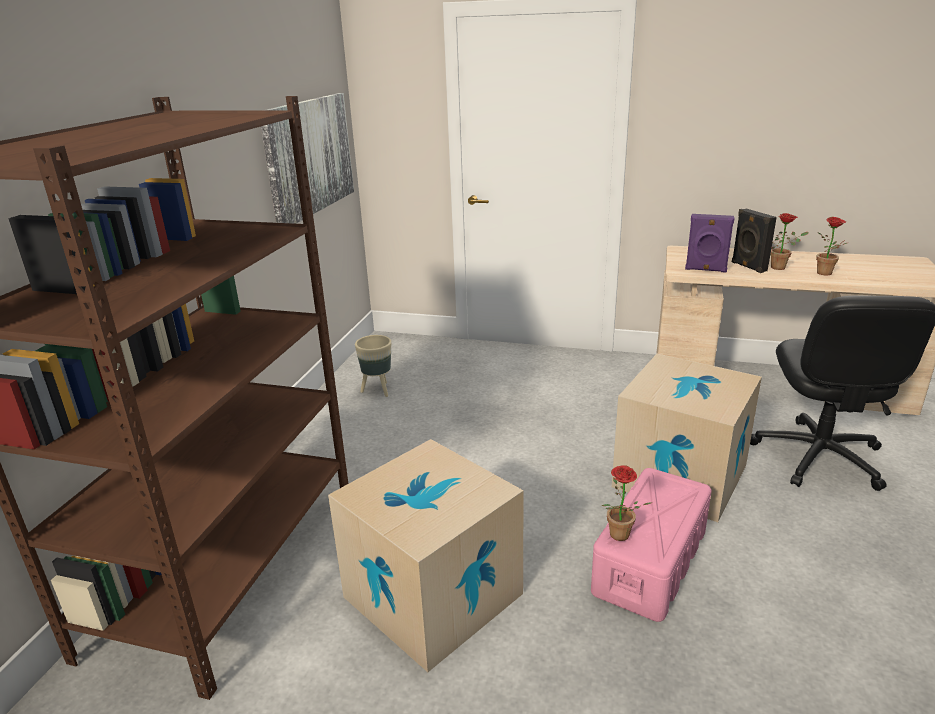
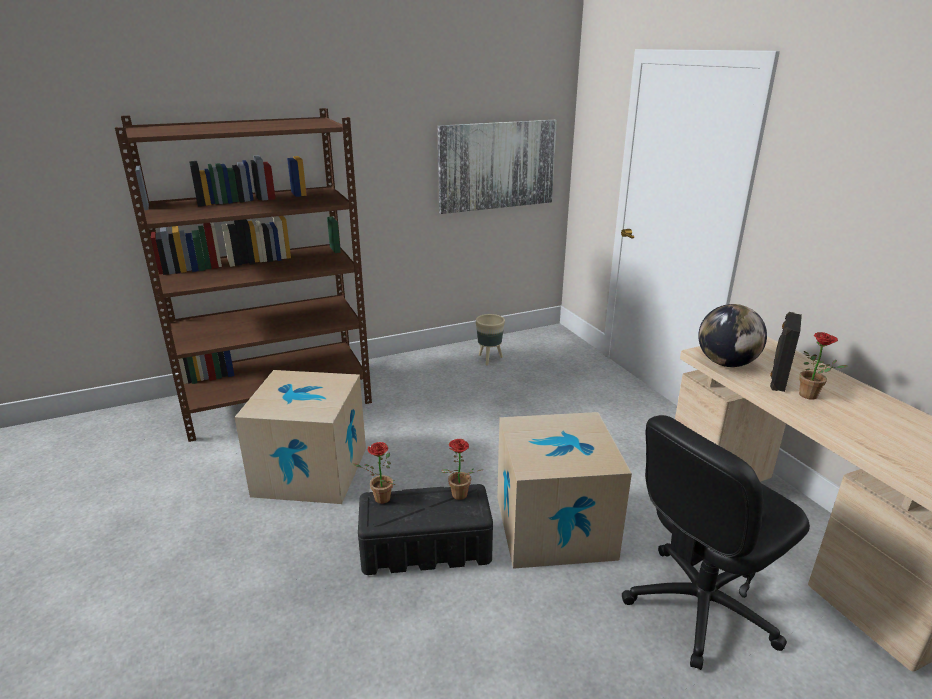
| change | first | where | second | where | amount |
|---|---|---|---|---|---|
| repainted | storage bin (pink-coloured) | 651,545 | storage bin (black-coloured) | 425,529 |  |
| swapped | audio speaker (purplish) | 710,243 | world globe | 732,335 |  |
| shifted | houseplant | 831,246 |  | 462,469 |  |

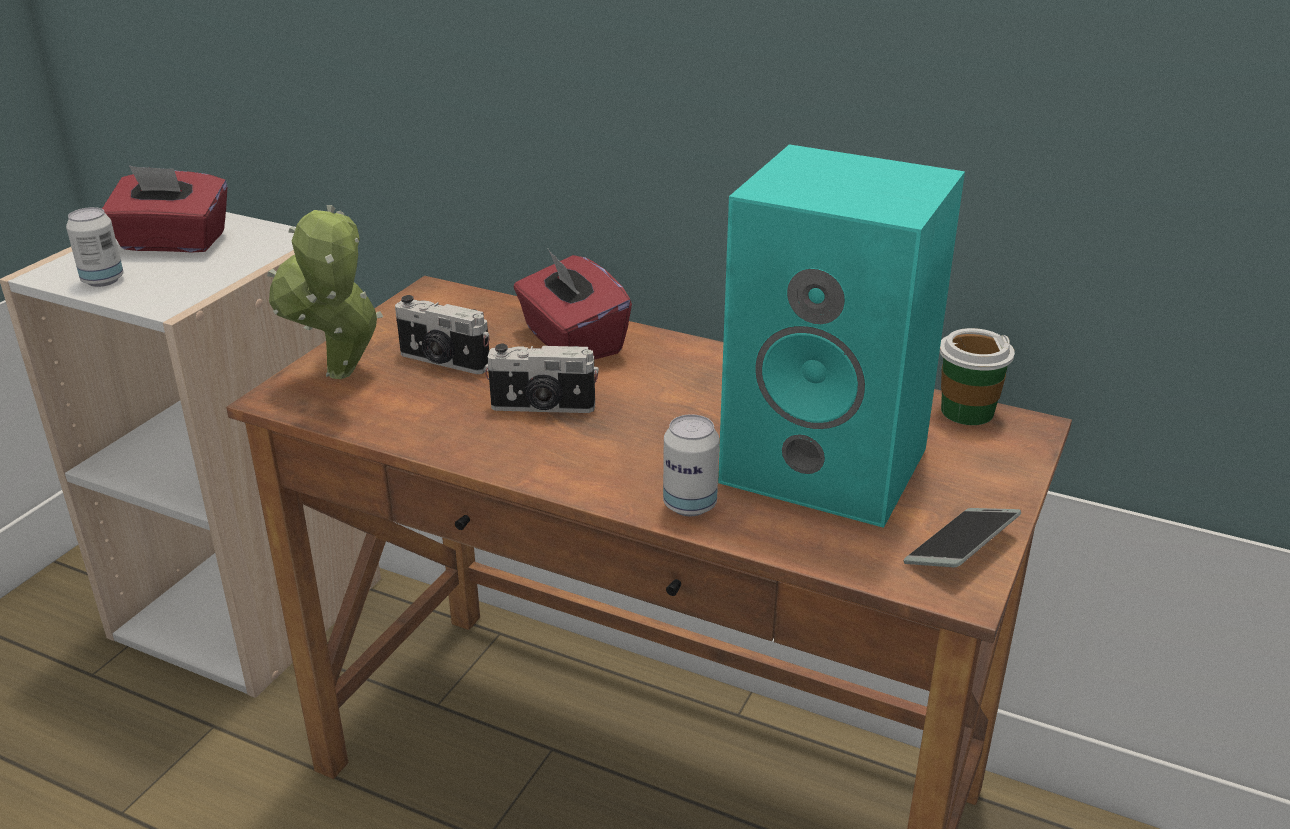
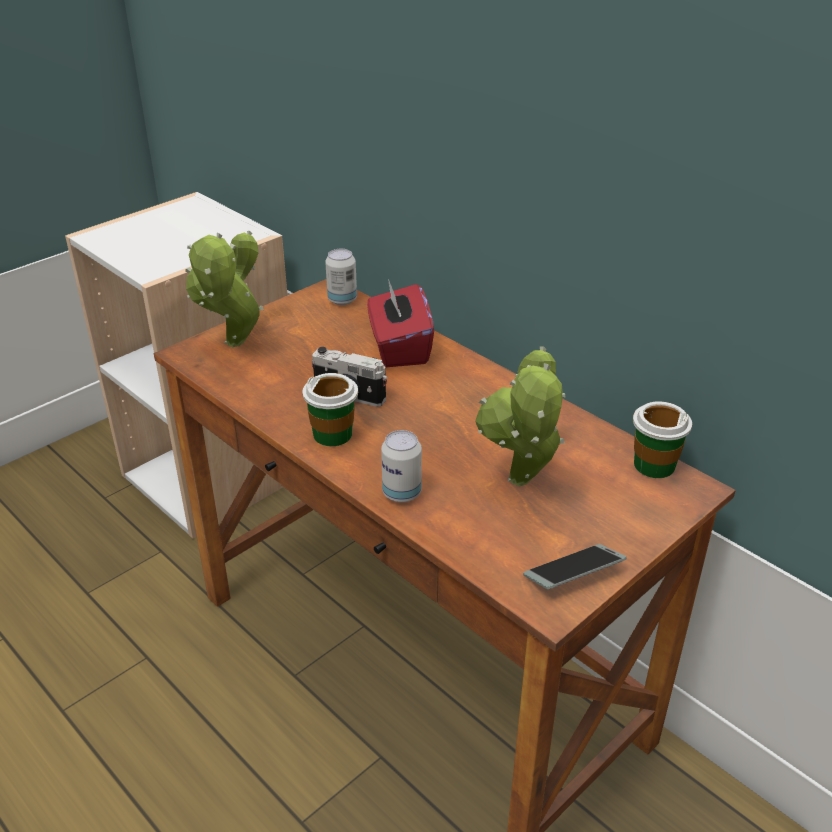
| change | first | where | second | where | amount |
|---|---|---|---|---|---|
| shifted | can | 95,247 |  | 341,277 |  |
| gone | tissue holder (reddish) | 165,209 |  |  |  |
| gone | photo camera | 442,334 |  |  |  |
| swapped | audio speaker (turquoise-coloured) | 841,336 | houseplant | 520,416 |  |
| new |  |  | drinking cup | 330,409 |  |

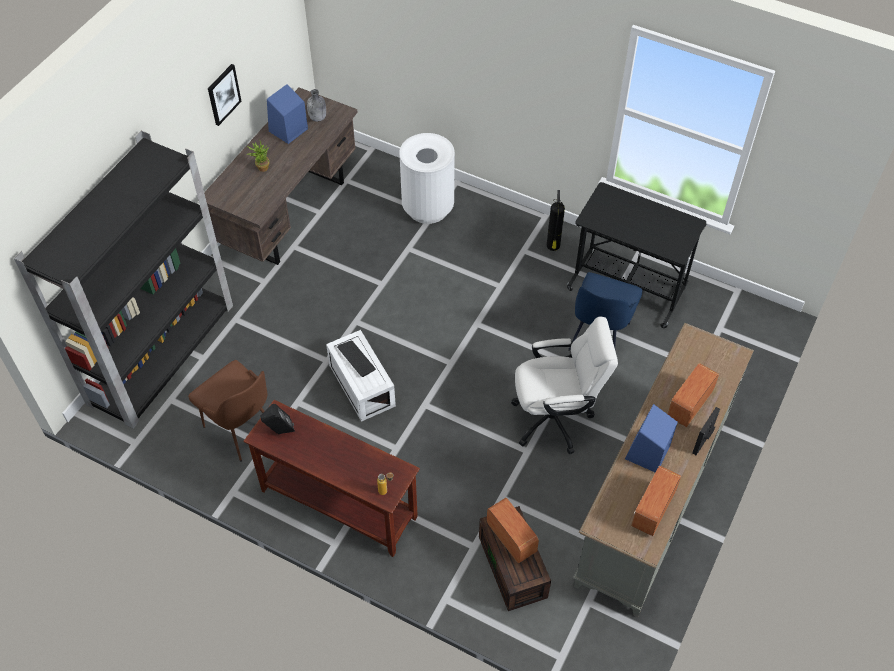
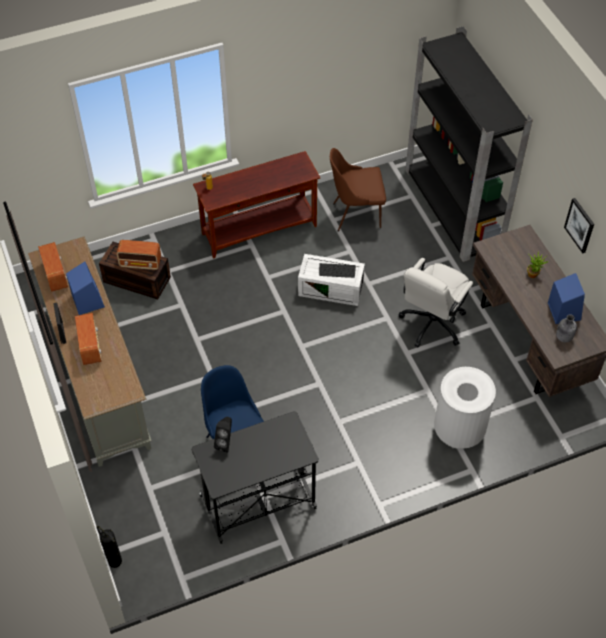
| change | first | where | second | where | amount |
|---|---|---|---|---|---|
| shifted | audio speaker (black-coloured) | 278,419 |  | 223,434 |  |
| shifted | office chair (whitish) | 564,385 |  | 435,302 |  |
| shifted | fire extinguisher | 556,220 |  | 109,547 |  |

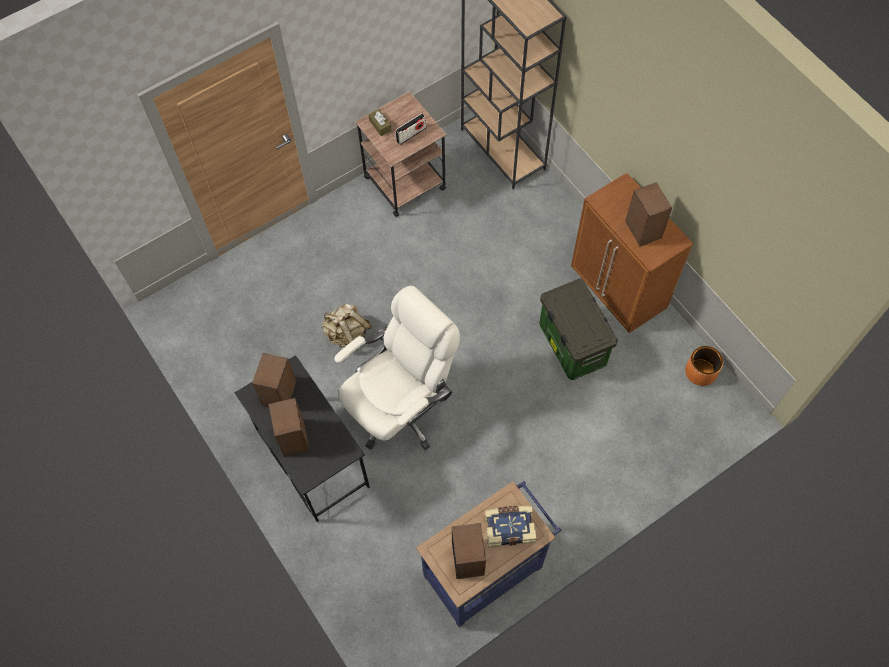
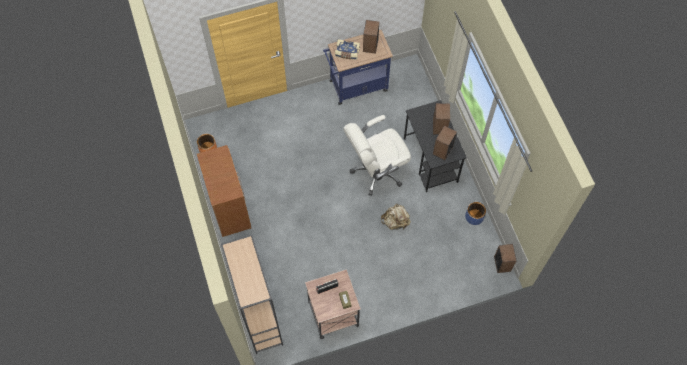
| change | first | where | second | where | amount |
|---|---|---|---|---|---|
| gone | storage bin | 579,329 |  |  |  |
| shifted | audio speaker | 648,214 |  | 505,258 |  |
| new |  |  | flower pot (blue-coloured) | 475,213 |  |

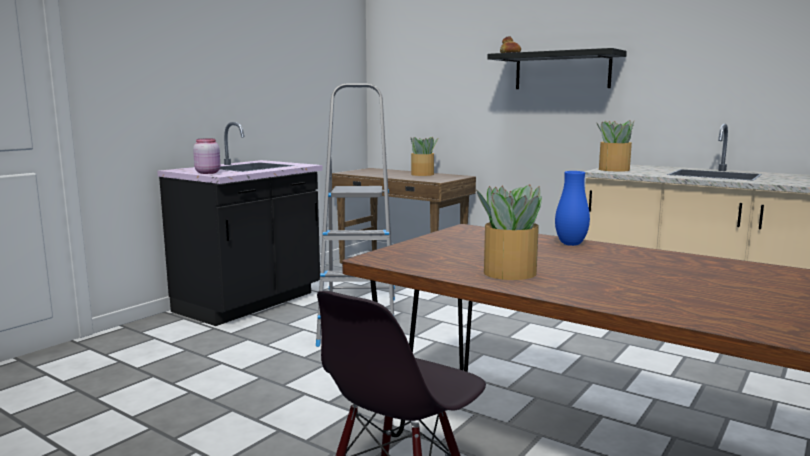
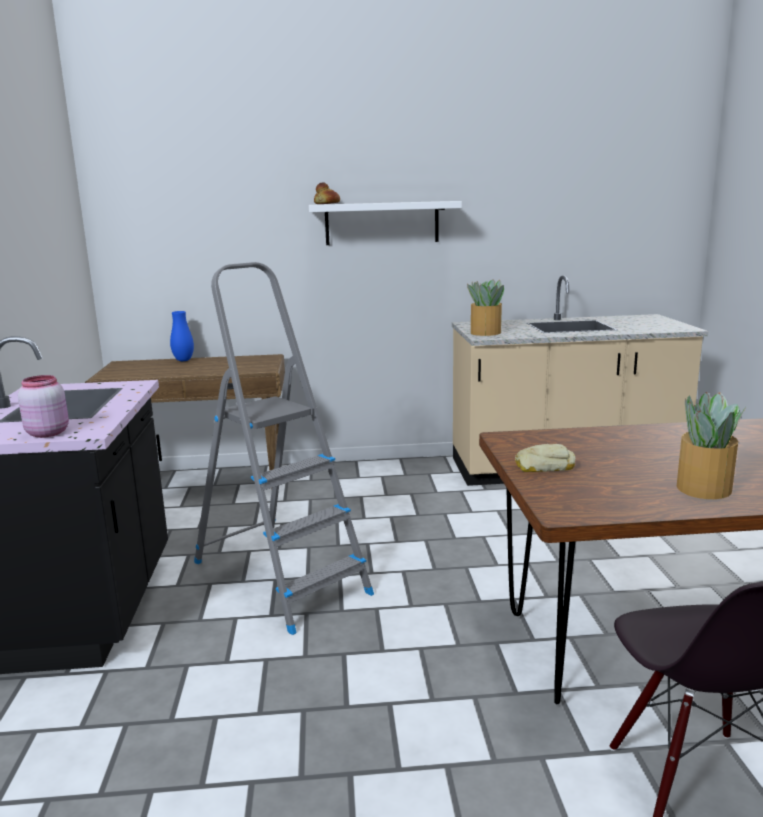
| change | first | where | second | where | amount |
|---|---|---|---|---|---|
| gone | houseplant | 424,156 |  |  |  |
| repainted | bracket shelf (black-coloured) | 557,68 | bracket shelf (whitish) | 385,223 |  |
| shifted | vase (blue-coloured) | 572,208 |  | 182,336 |  |
| new |  |  | bakery bread | 545,458 |  |

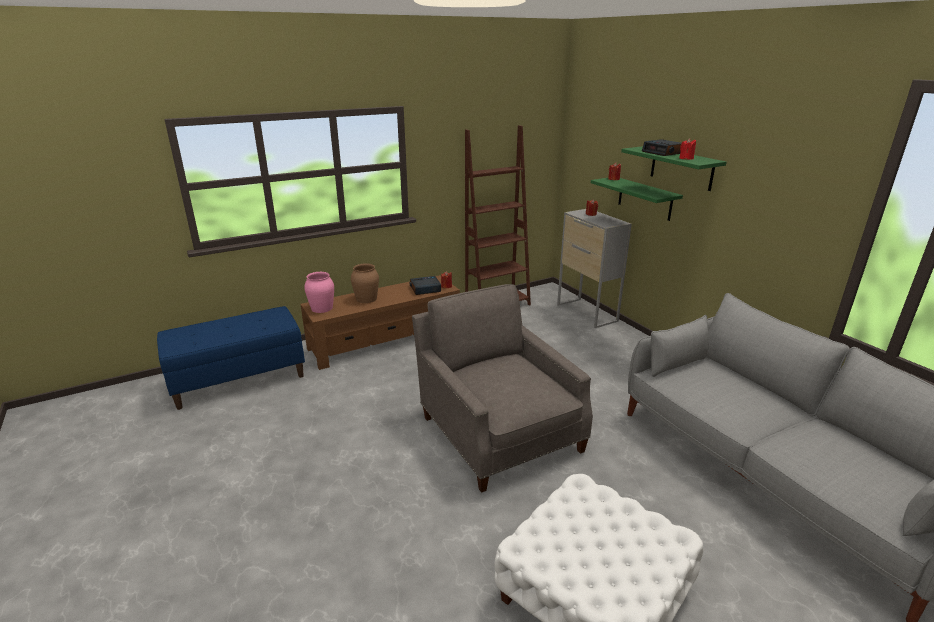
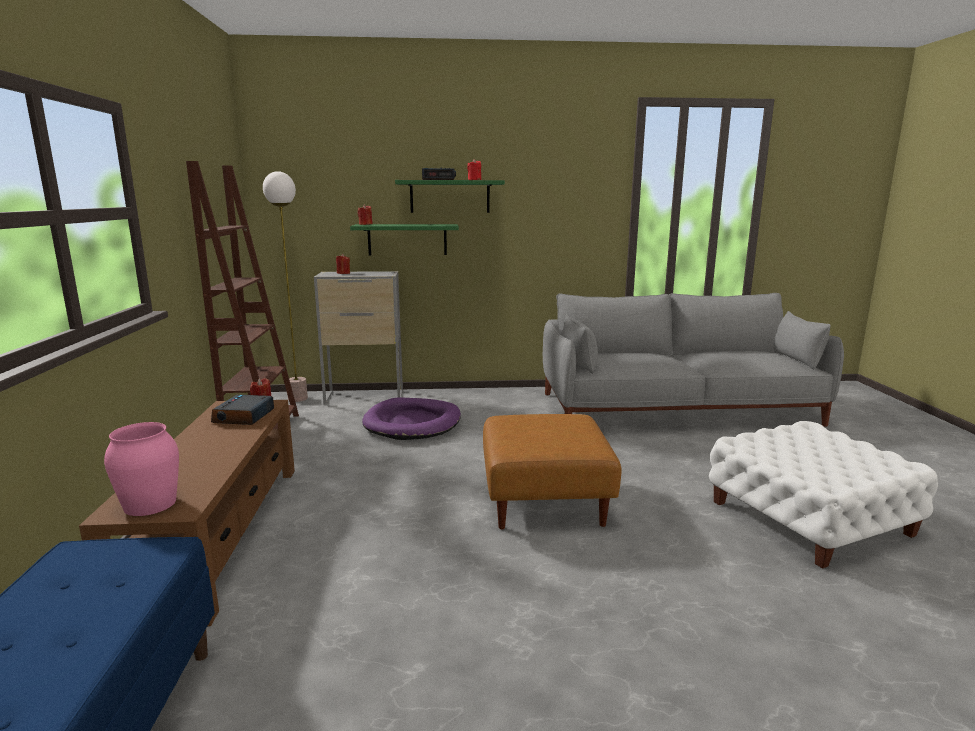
| change | first | where | second | where | amount |
|---|---|---|---|---|---|
| gone | vase (brown) | 365,283 |  |  |  |
| swapped | armchair (gray) | 502,388 | pouffe (brown) | 552,471 |  |
| new |  |  | standard lamp | 285,286 |  |
| new |  |  | pet bed (purplish) | 411,419 |  |

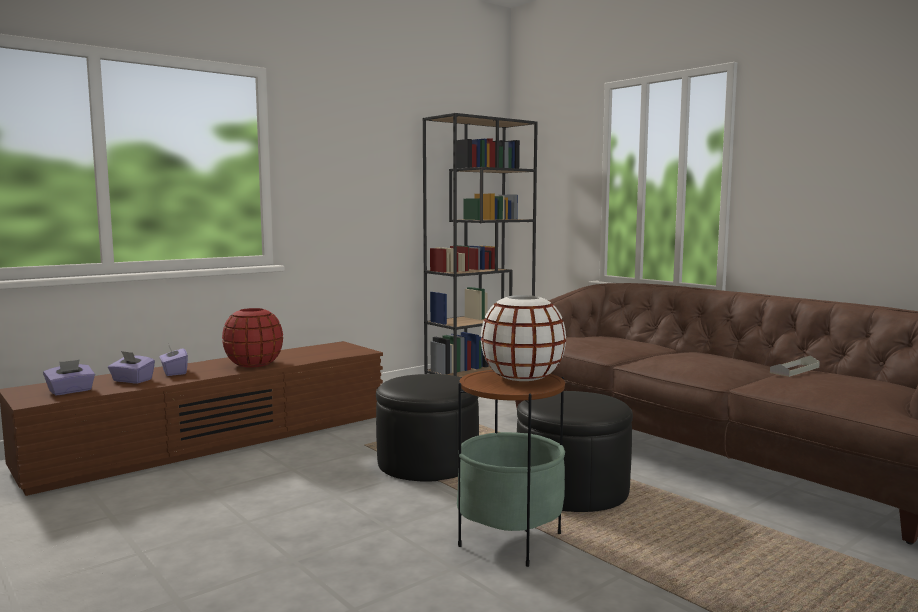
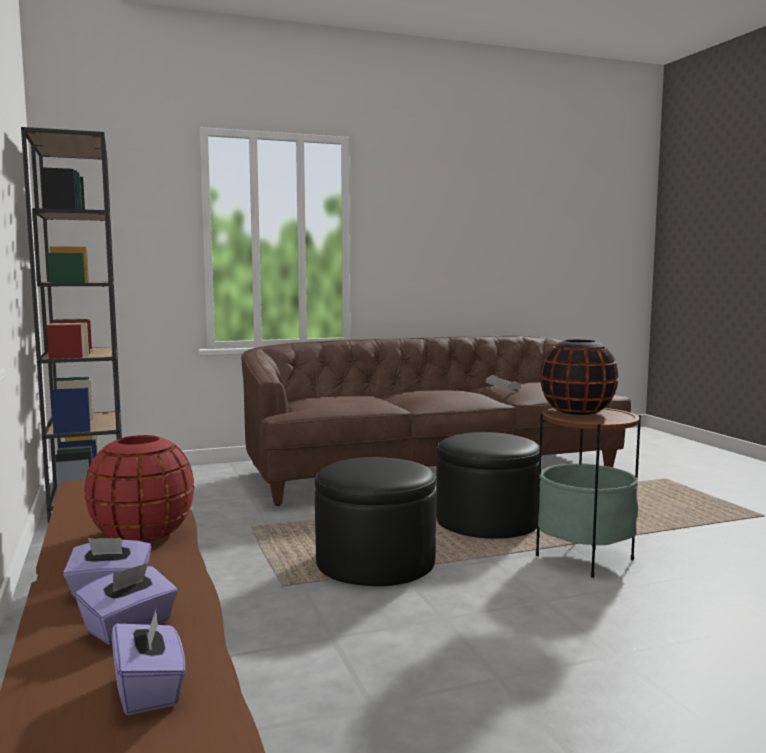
| change | first | where | second | where | amount |
|---|---|---|---|---|---|
| repainted | vase (whitish) | 523,338 | vase (black-coloured) | 579,377 |  |

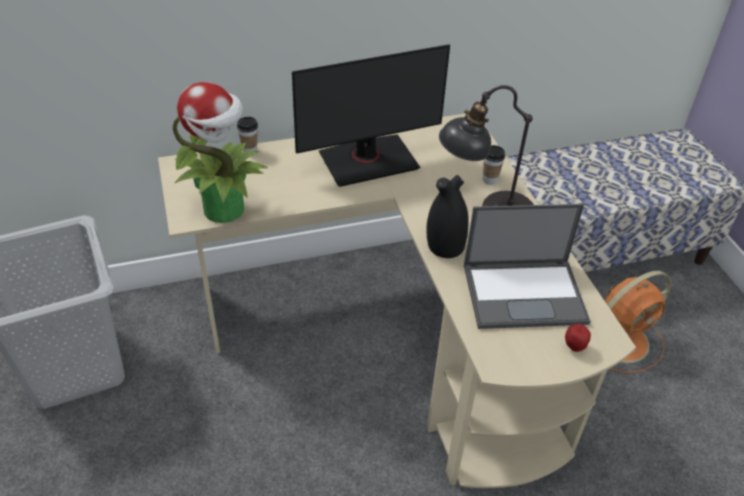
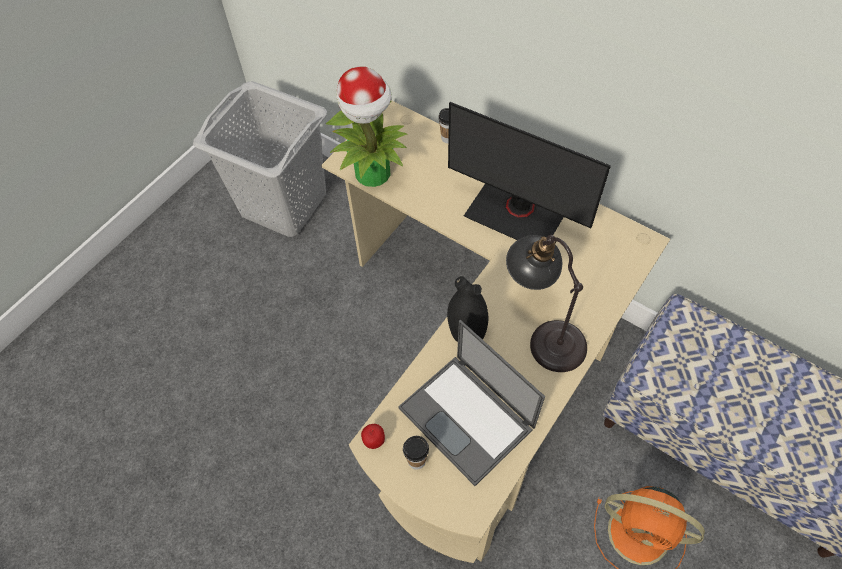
| change | first | where | second | where | amount |
|---|---|---|---|---|---|
| shifted | drinking cup | 494,165 |  | 416,453 |  |
| shifted | apple | 578,338 |  | 373,436 |  |

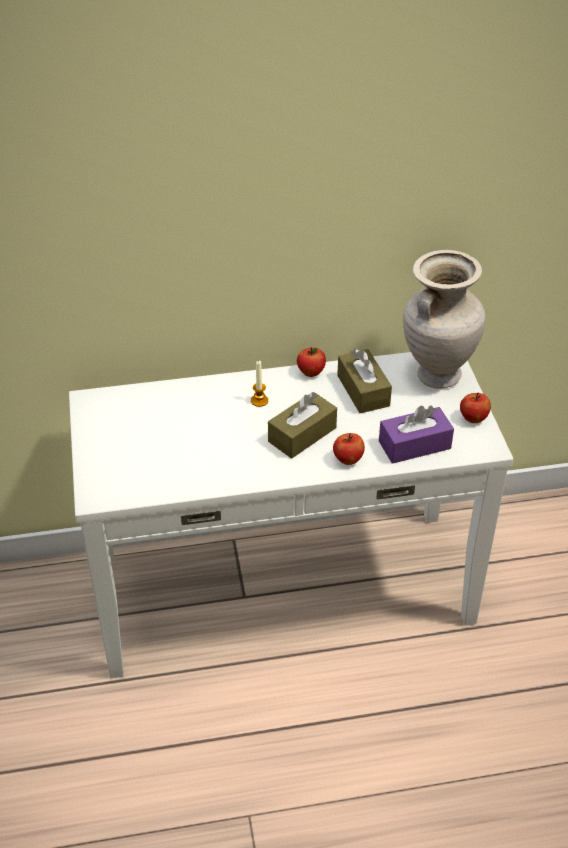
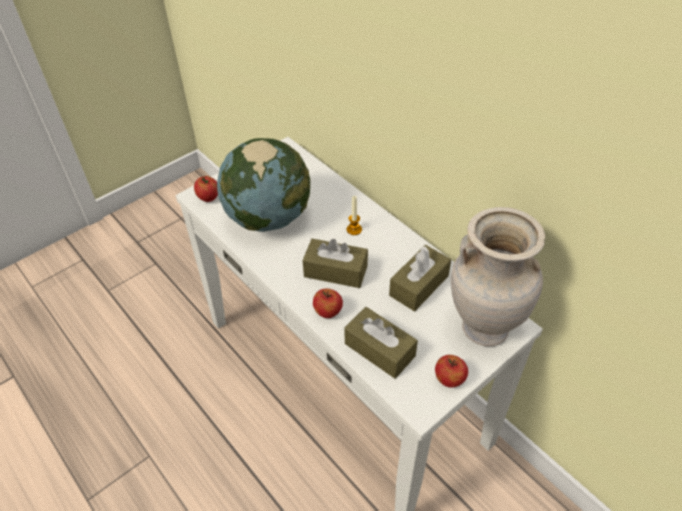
| change | first | where | second | where | amount |
|---|---|---|---|---|---|
| shifted | apple | 311,362 |  | 206,189 |  |
| repainted | tissue holder (purplish) | 416,435 | tissue holder (brown) | 381,343 |  |
| new |  |  | world globe | 263,185 |  |

